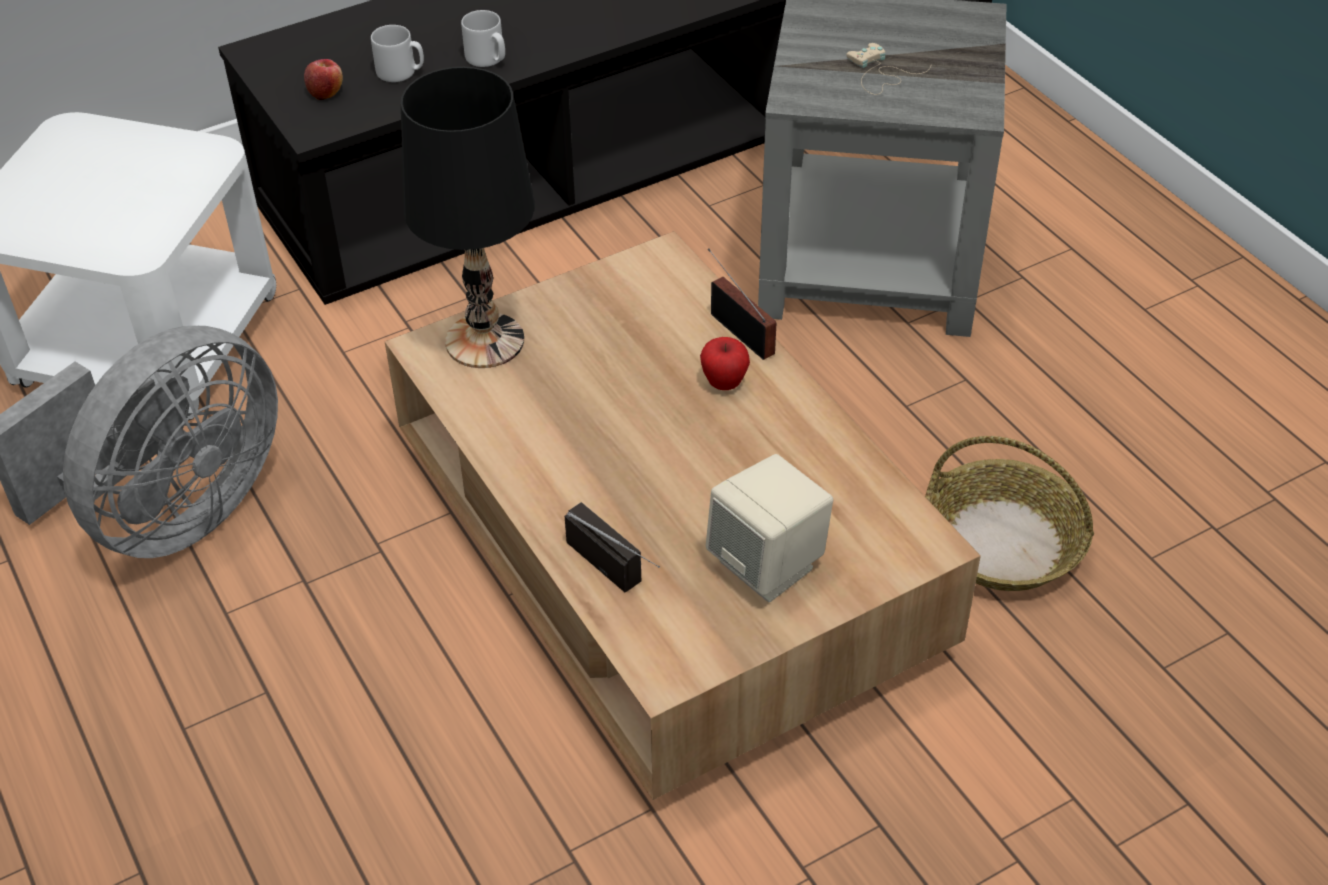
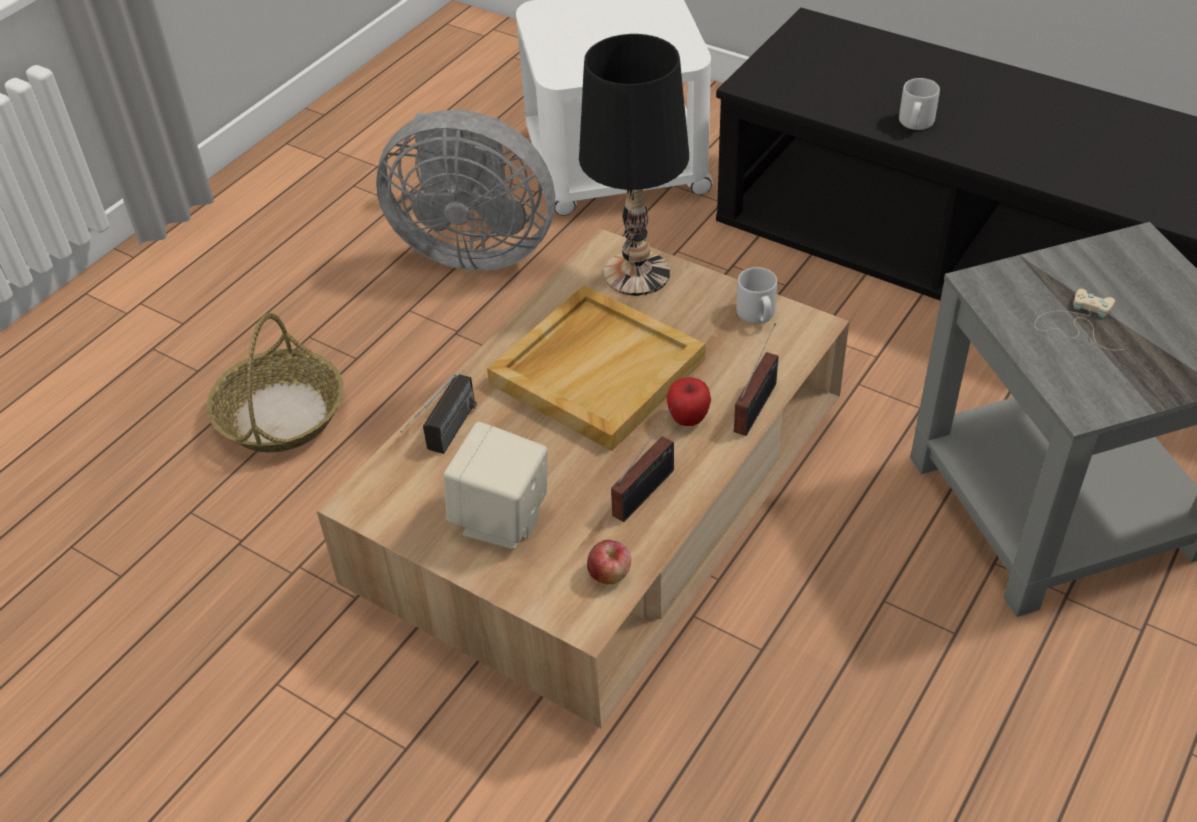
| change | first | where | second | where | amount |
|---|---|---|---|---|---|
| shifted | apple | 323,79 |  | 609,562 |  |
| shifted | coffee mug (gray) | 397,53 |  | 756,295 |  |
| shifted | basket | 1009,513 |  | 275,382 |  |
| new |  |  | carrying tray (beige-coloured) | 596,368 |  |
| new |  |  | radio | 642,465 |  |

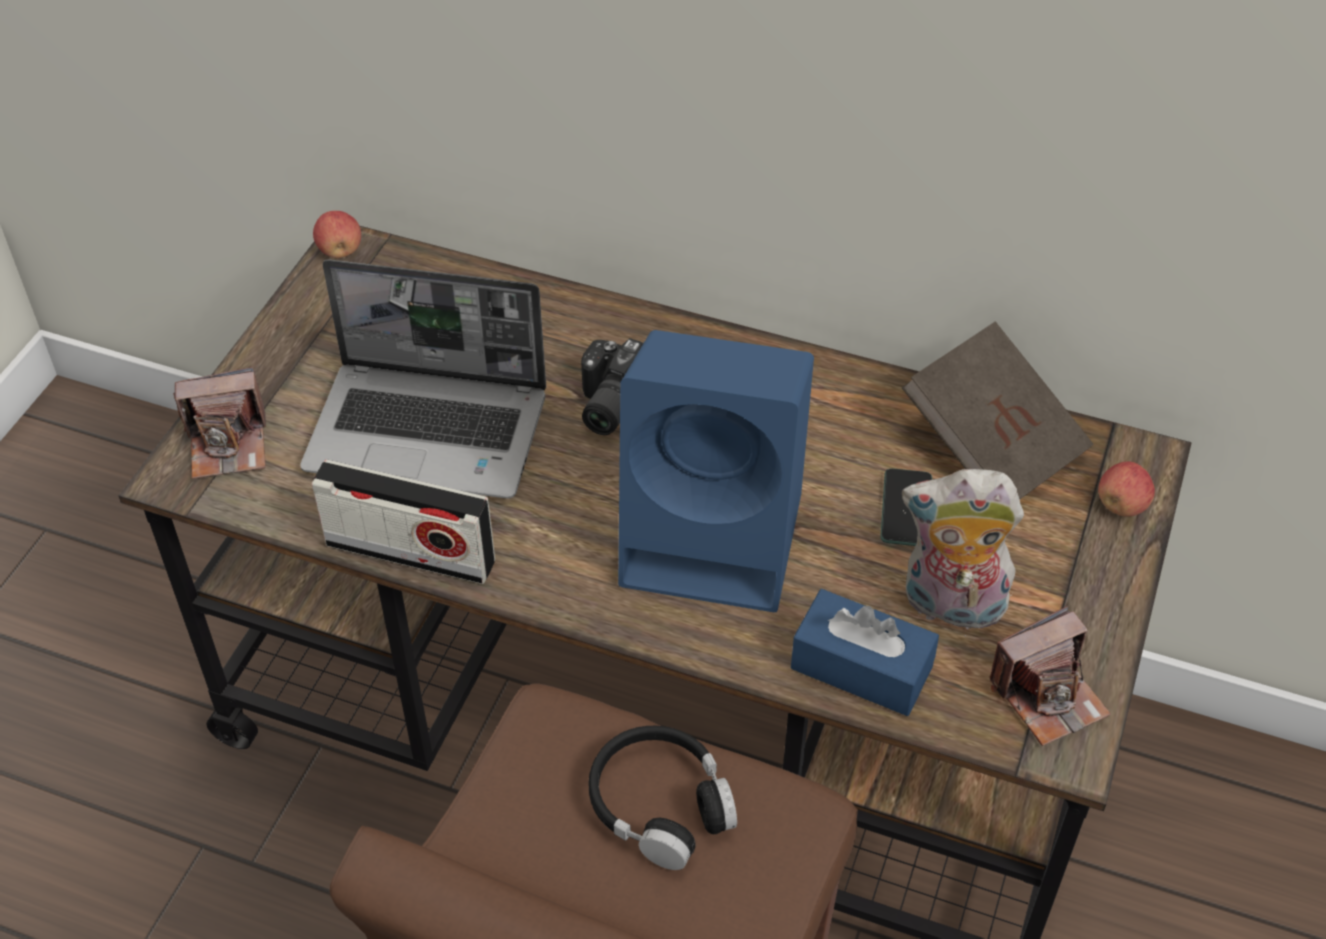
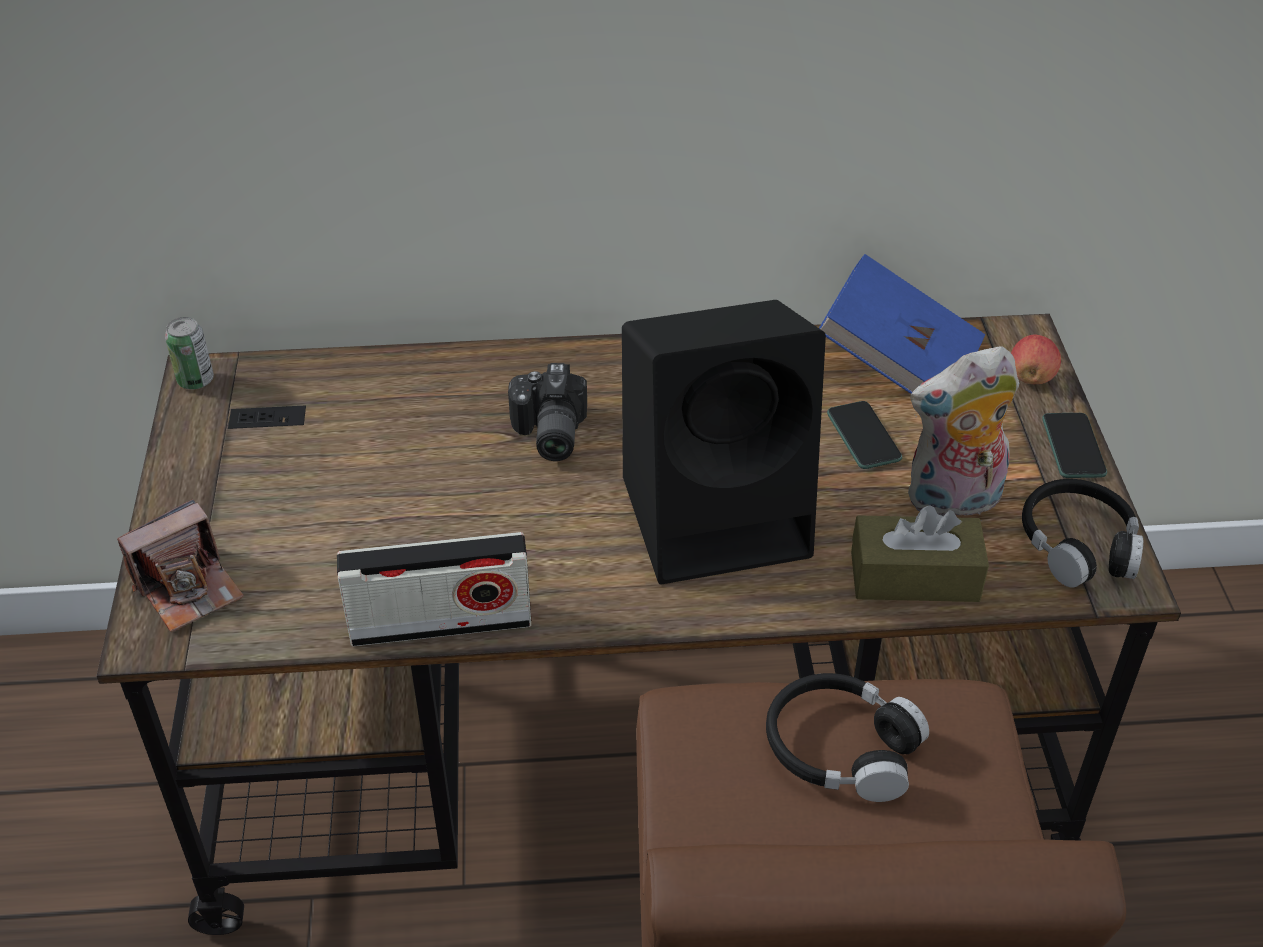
| change | first | where | second | where | amount |
|---|---|---|---|---|---|
| gone | notebook computer | 423,379 |  |  |  |
| swapped | apple | 337,234 | can | 189,353 |  |
| repainted | audio speaker (blue-coloured) | 716,471 | audio speaker (black-coloured) | 724,442 |  |
| repainted | tissue holder (blue-coloured) | 865,652 | tissue holder (brown) | 920,553 |  |
| repainted | bound book (brown) | 998,410 | bound book (blue-coloured) | 902,324 |  |
| swapped | photo camera | 1050,676 | headphones (black-coloured) | 1082,533 |  |
| new |  |  | phone | 1074,445 |  |

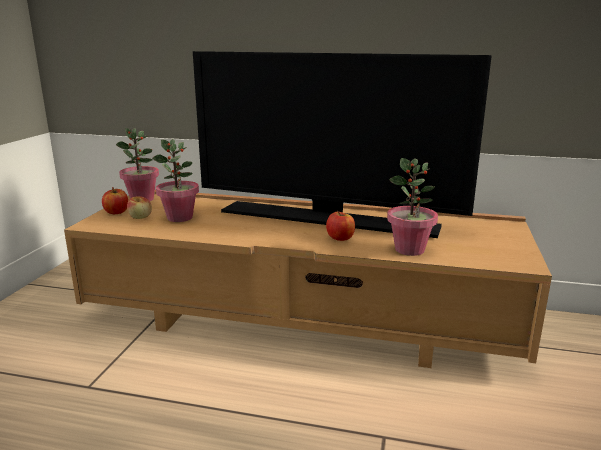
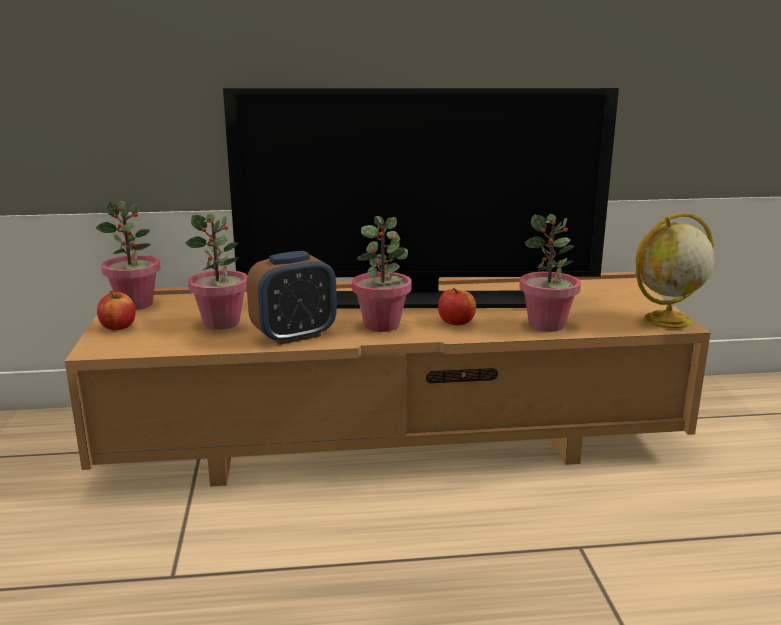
| change | first | where | second | where | amount |
|---|---|---|---|---|---|
| gone | apple | 139,207 |  |  |  |
| new |  |  | bedside clock | 292,298 |  |
| new |  |  | houseplant | 382,274 |  |
| new |  |  | world globe | 675,270 |  |

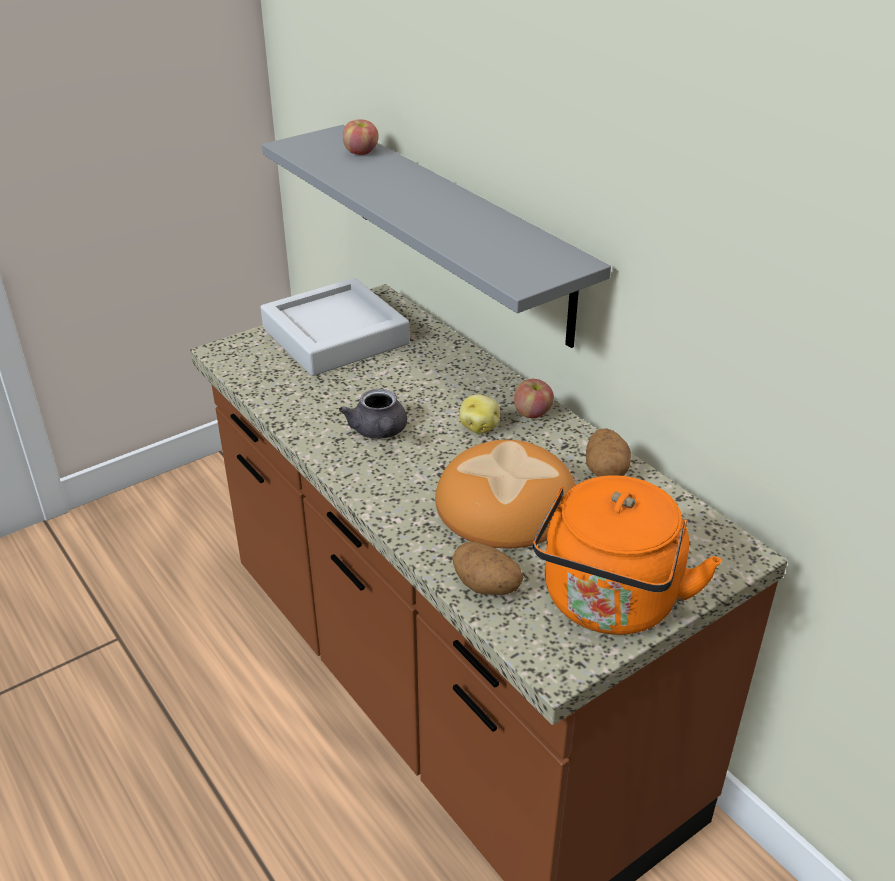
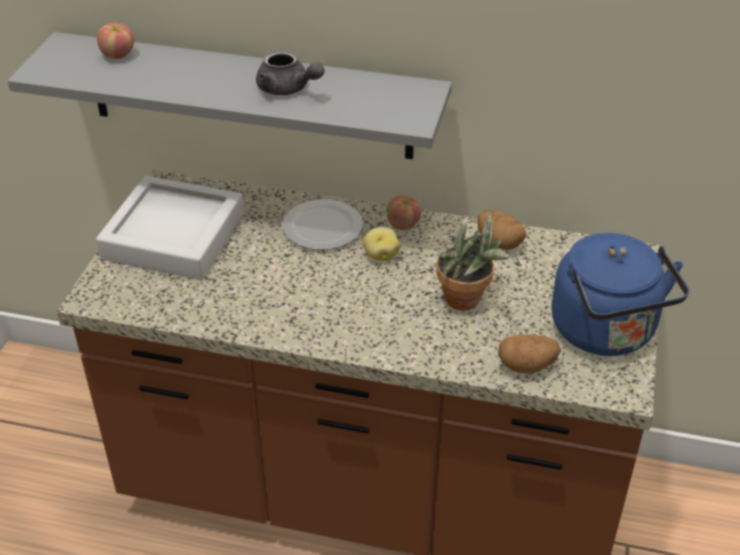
| change | first | where | second | where | amount |
|---|---|---|---|---|---|
| shifted | pot for tea (gray) | 373,414 |  | 290,72 |  |
| swapped | bakery bread | 505,494 | houseplant | 472,261 |  |
| repainted | tea kettle (orangey) | 627,555 | tea kettle (blue-coloured) | 620,294 |  |
| new |  |  | dinner plate | 322,224 |  |

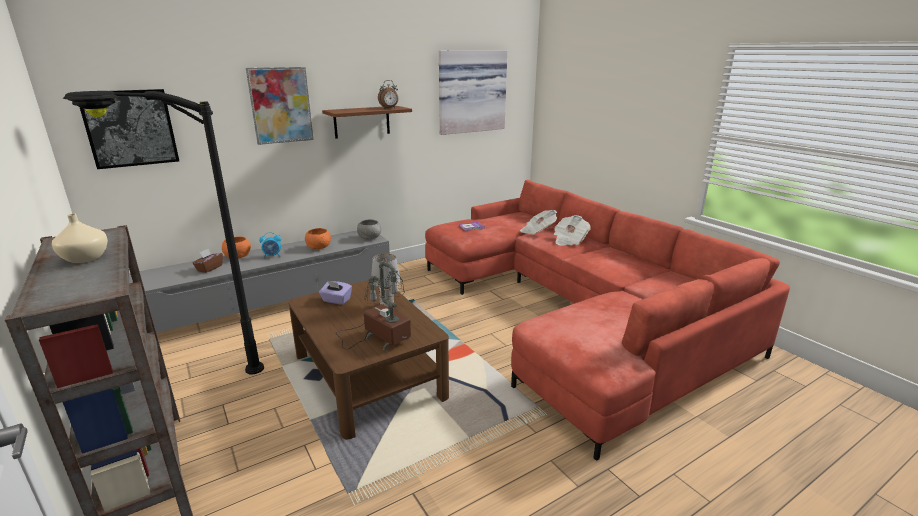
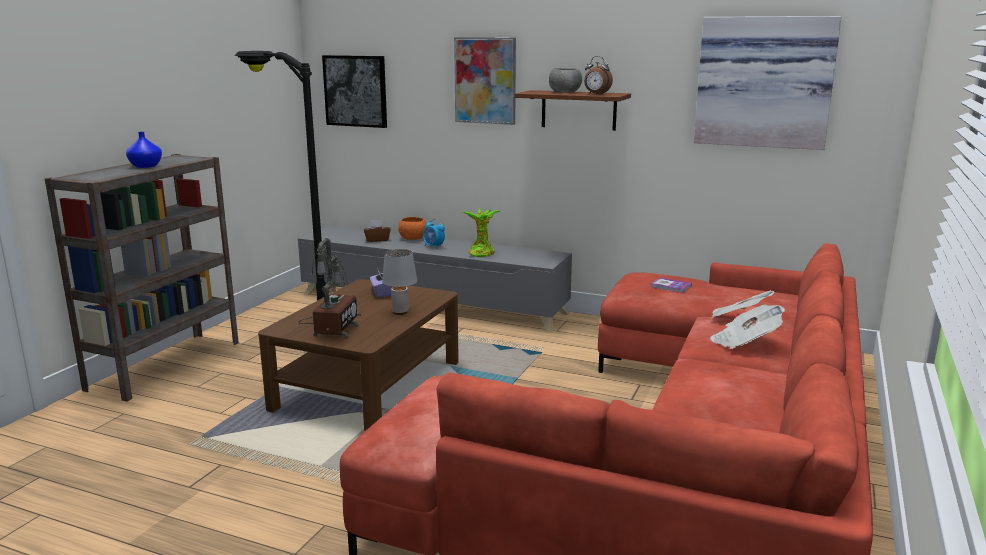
| change | first | where | second | where | amount |
|---|---|---|---|---|---|
| repainted | vase (beige-coloured) | 80,238 | vase (blue-coloured) | 144,150 |  |
| swapped | serving bowl (orangey) | 318,238 | houseplant | 480,232 |  |
| shifted | serving bowl (gray) | 369,229 |  | 565,80 |  |

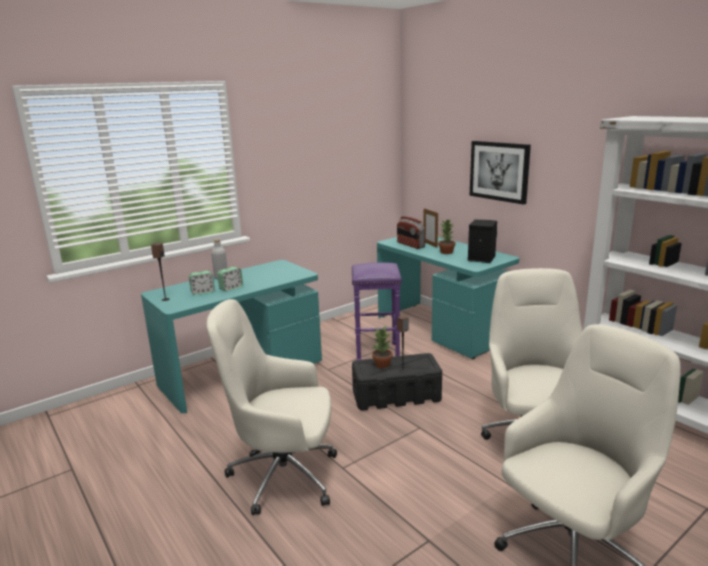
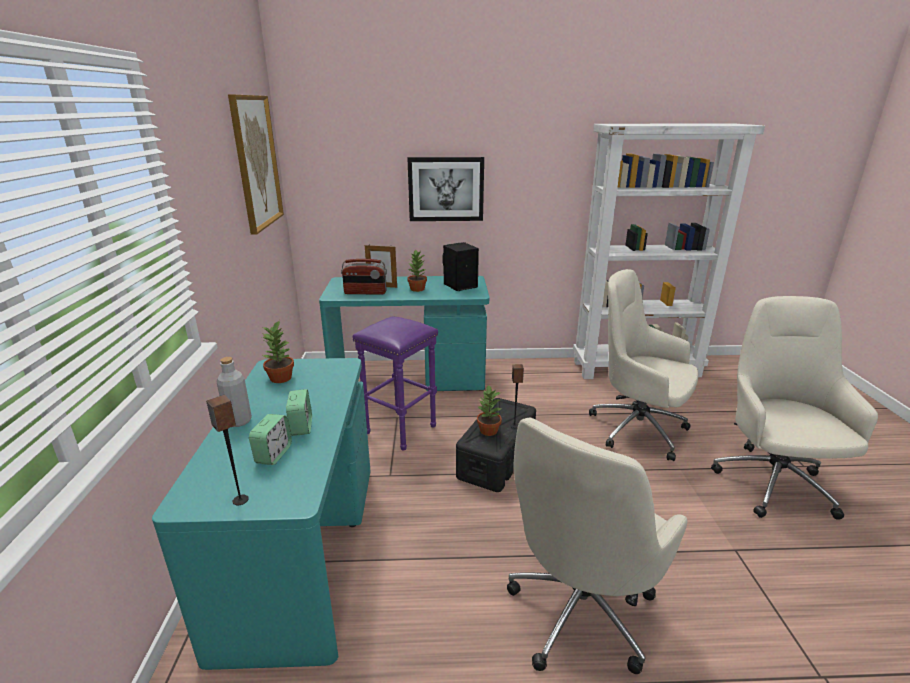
| change | first | where | second | where | amount |
|---|---|---|---|---|---|
| new |  |  | picture | 256,165 |  |
| new |  |  | houseplant | 277,351 |  |

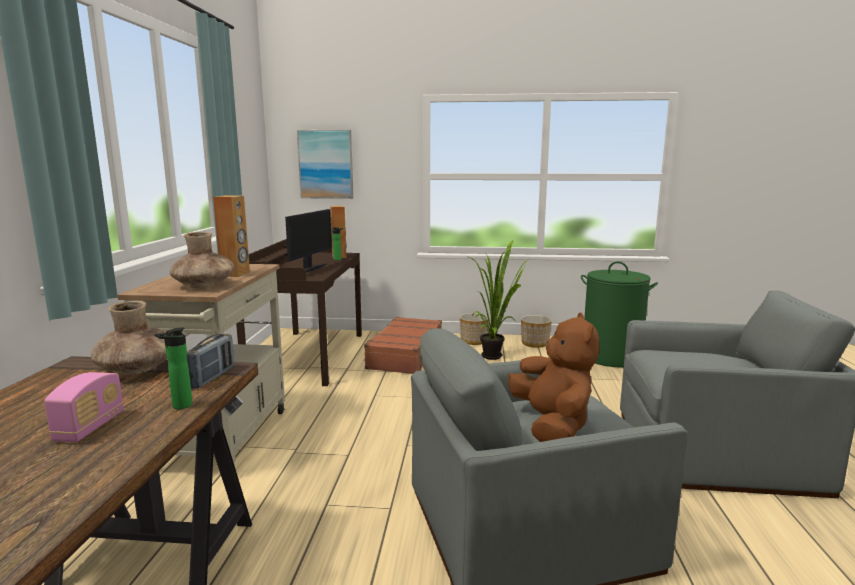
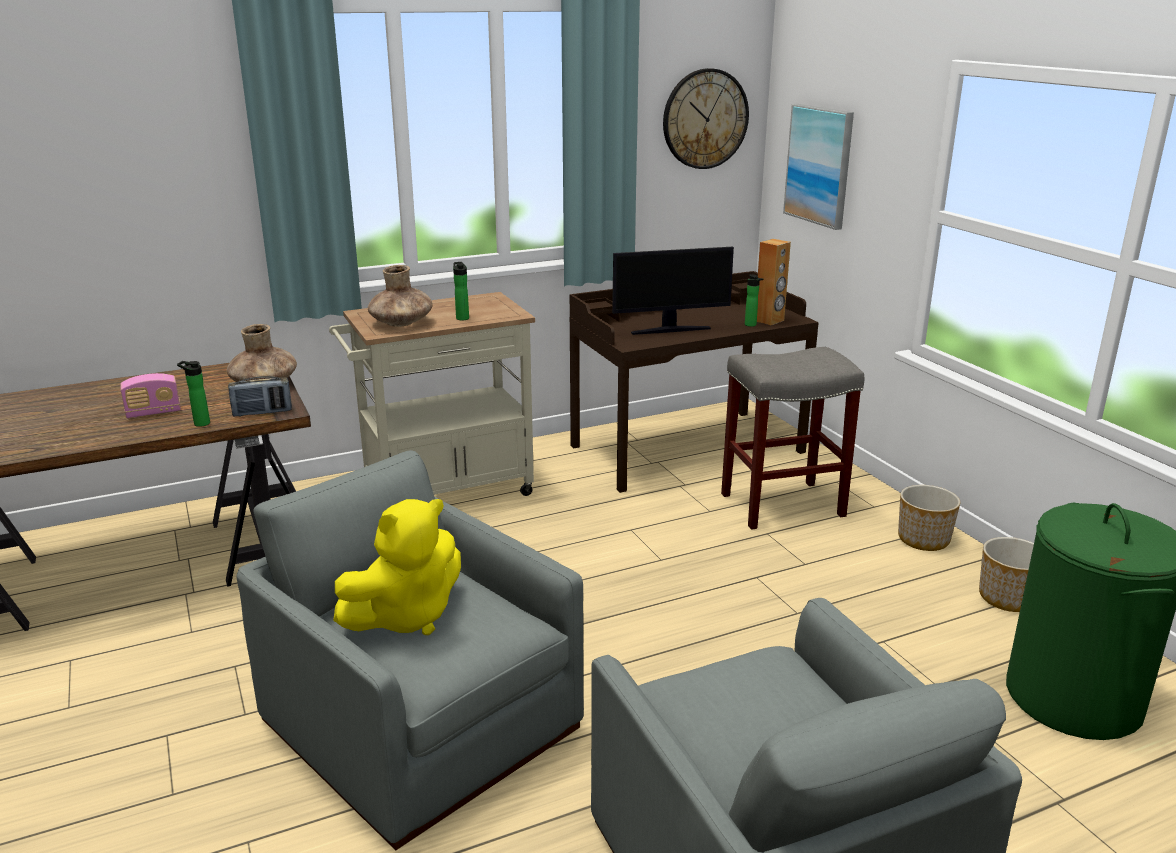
| change | first | where | second | where | amount |
|---|---|---|---|---|---|
| swapped | audio speaker (brown) | 231,236 | drink bottle | 461,291 |  |
| swapped | suitcase (brown) | 403,345 | stool (gray) | 792,438 |  |
| gone | houseplant | 499,300 |  |  |  |
| repainted | plush toy (brown) | 553,377 | plush toy (yellow-coloured) | 397,567 |  |
| new |  |  | wall clock | 706,118 |  |

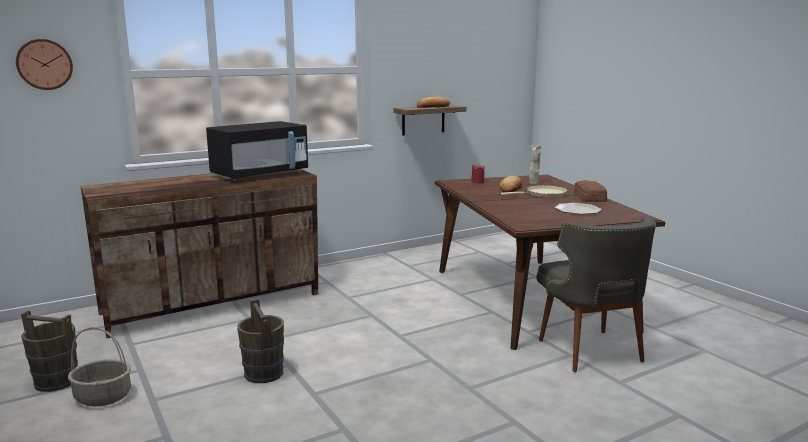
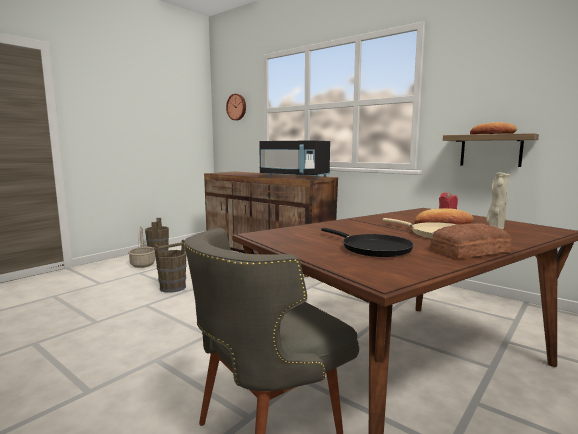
| change | first | where | second | where | amount |
|---|---|---|---|---|---|
| swapped | dinner plate | 578,208 | skillet (black-coloured) | 367,242 |  |

